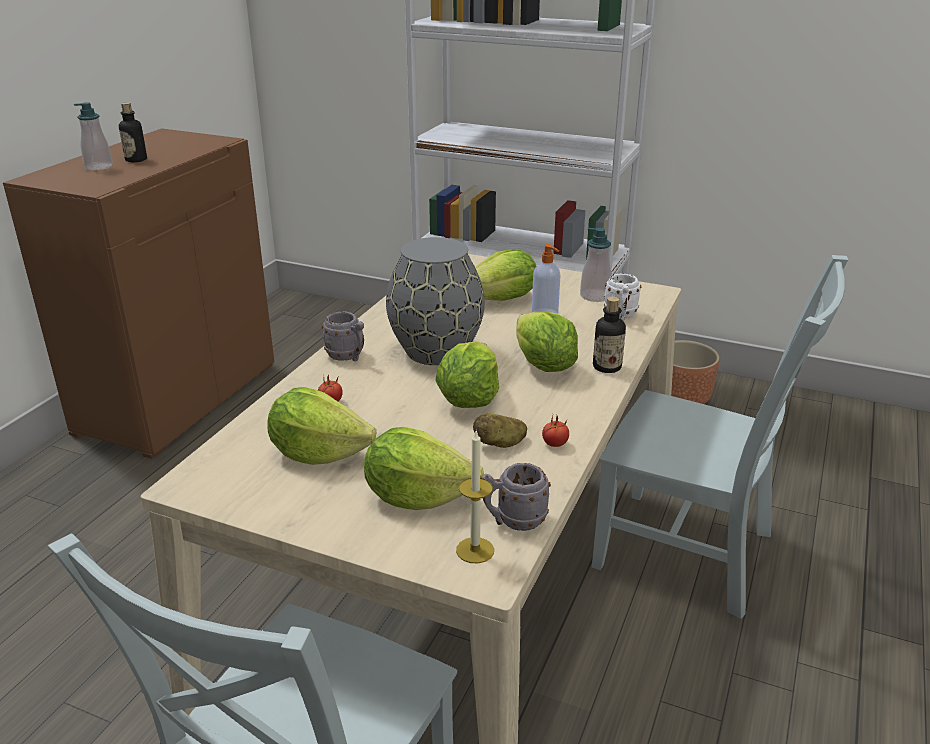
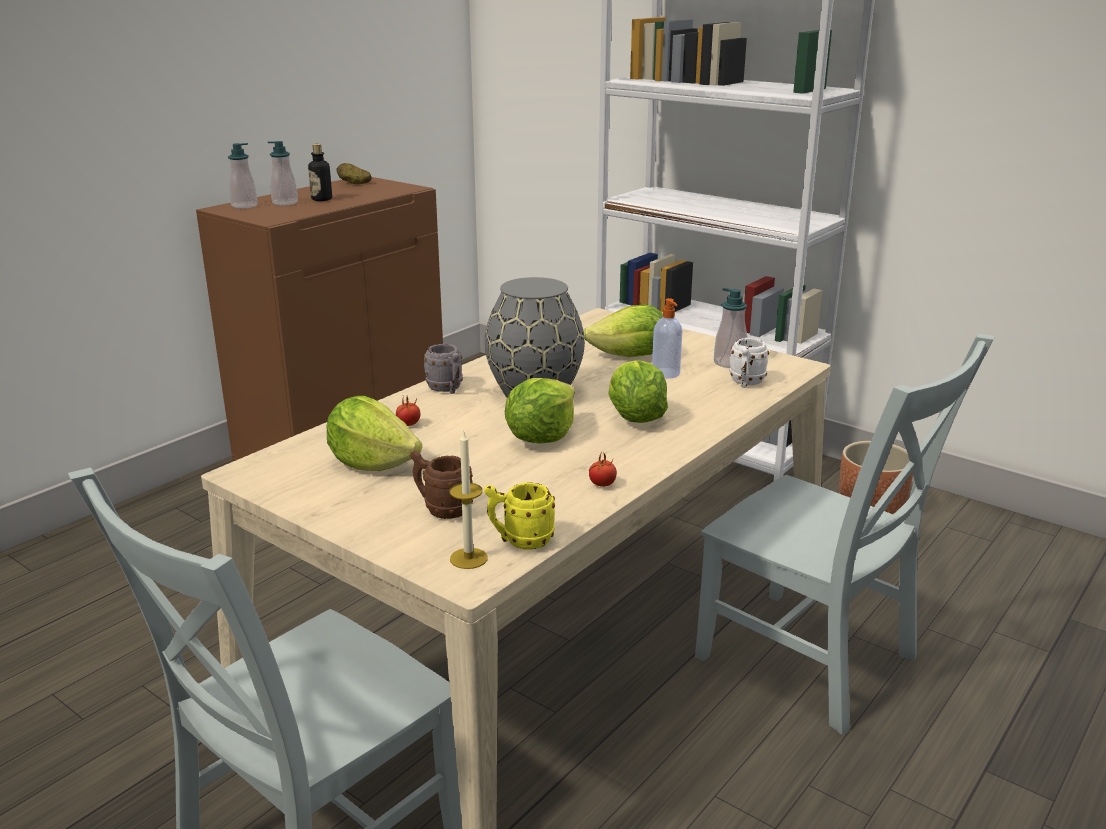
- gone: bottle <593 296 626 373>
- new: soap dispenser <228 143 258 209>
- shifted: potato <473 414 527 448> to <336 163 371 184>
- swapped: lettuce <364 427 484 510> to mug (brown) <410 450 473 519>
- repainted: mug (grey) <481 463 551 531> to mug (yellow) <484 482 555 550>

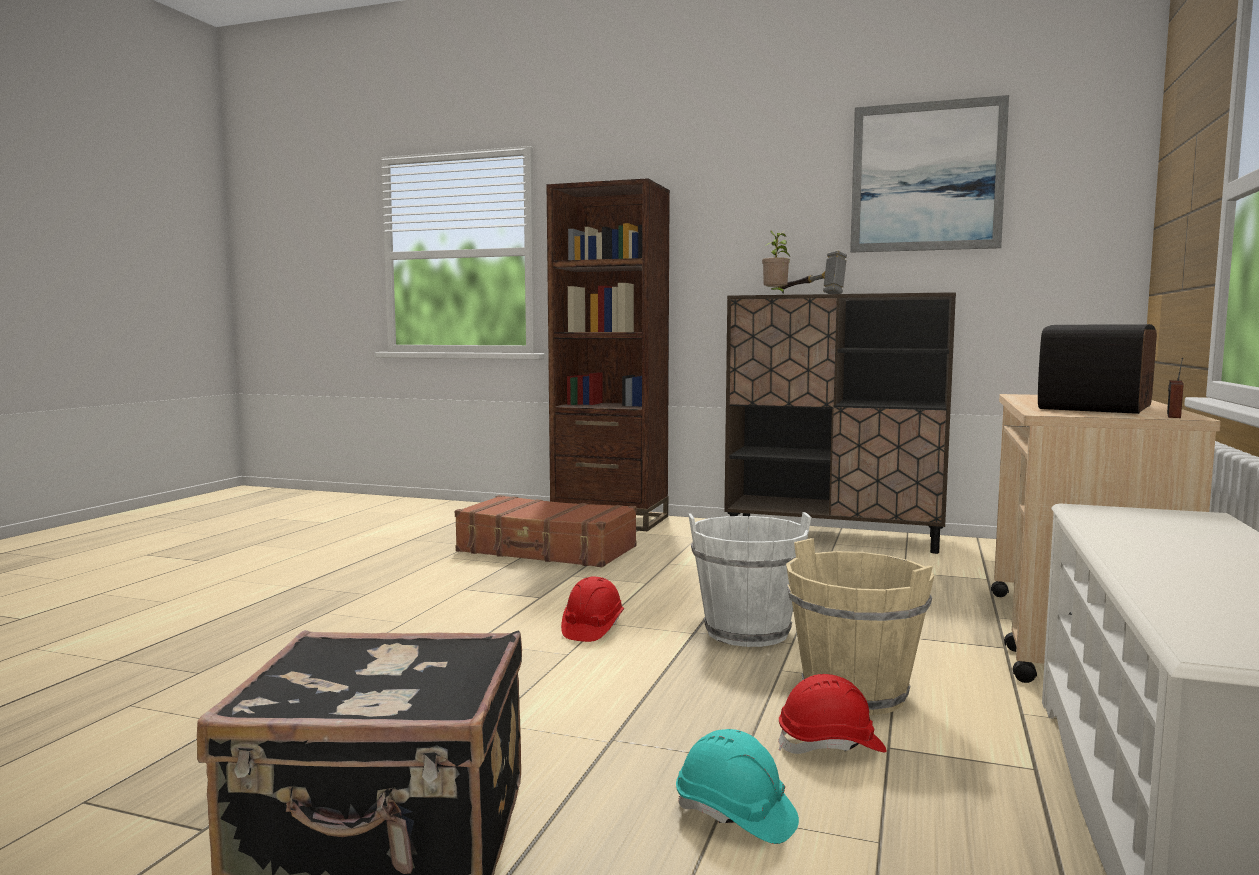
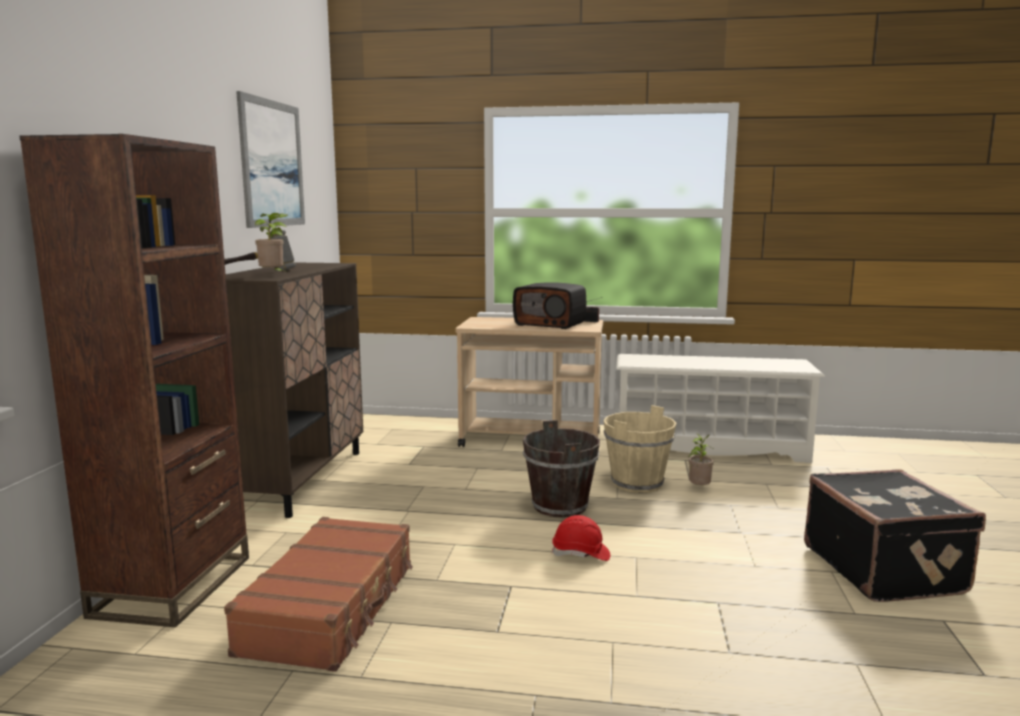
- gone: hard hat (turquoise) <676 729 799 844>
- swapped: hard hat (red) <778 674 886 754> to potted plant <688 433 714 485>
- repainted: bucket (white) <688 512 811 647> to bucket (brown) <523 420 600 518>

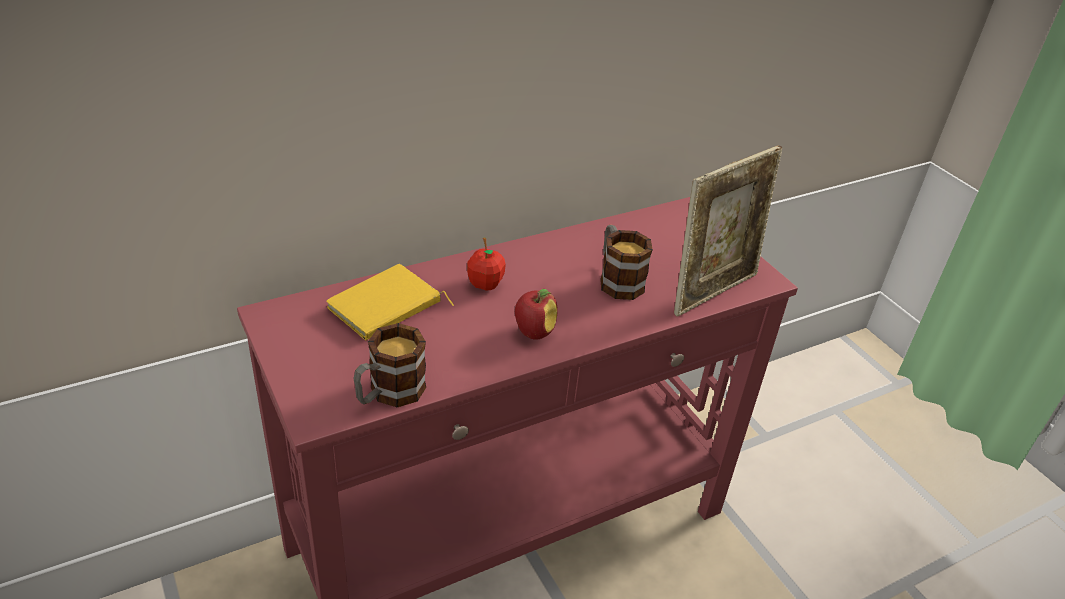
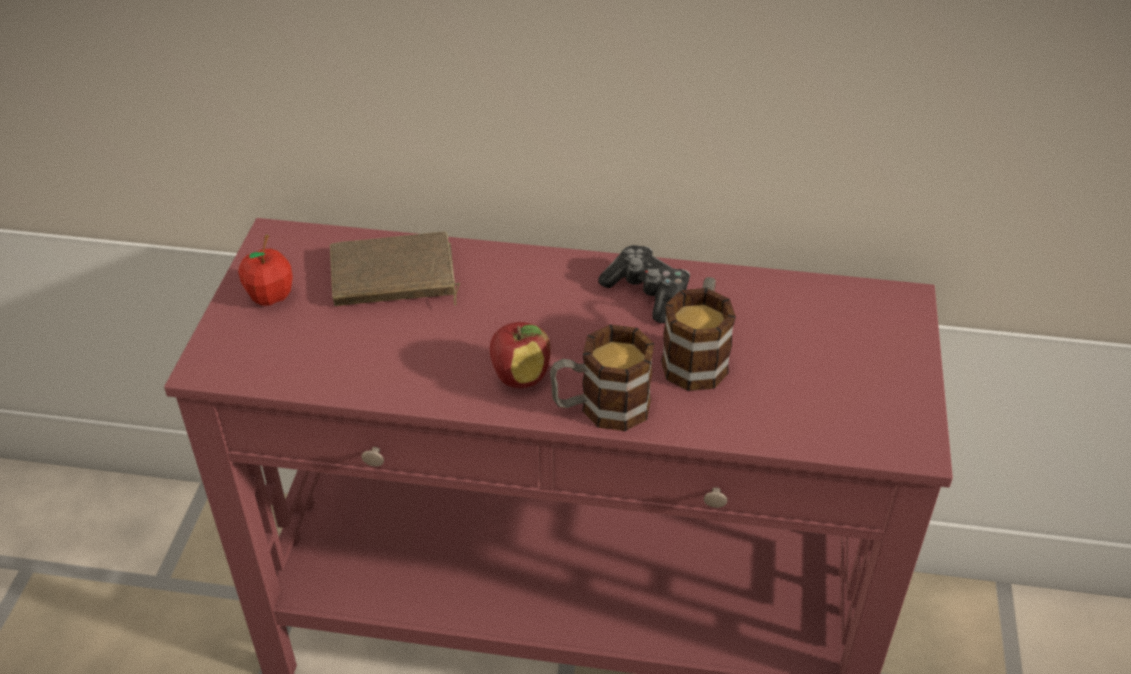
- gone: picture frame <674 145 782 317>
- new: game controller <598 245 690 323>
- shifted: mug <353 323 426 407> to <550 325 654 431>
- shifted: apple <467 237 506 291> to <238 235 293 306>
- repainted: book (yellow) <326 264 454 340> to book (brown) <330 231 460 306>

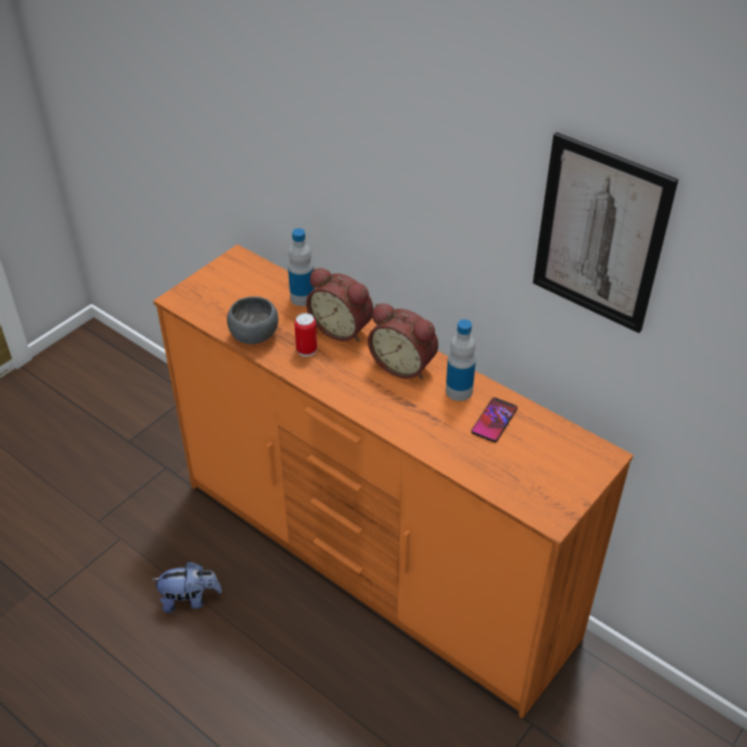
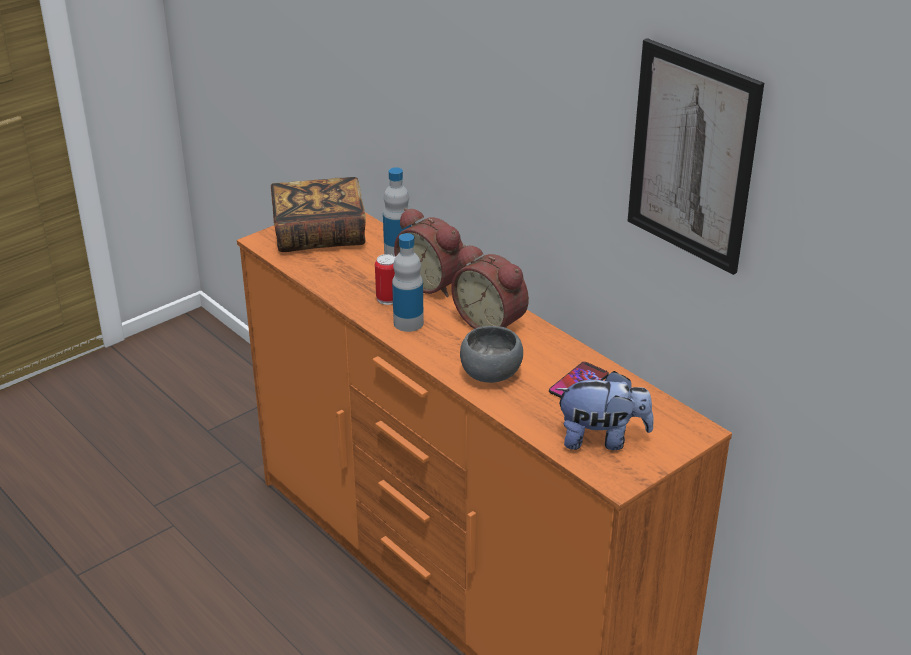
- new: book <271 177 366 252>
- shifted: plush toy <151 561 222 613> to <555 371 654 450>
- shifted: bowl (grey) <227 296 278 344> to <460 326 523 383>
- shifted: bottle <446 319 476 401> to <392 233 424 332>

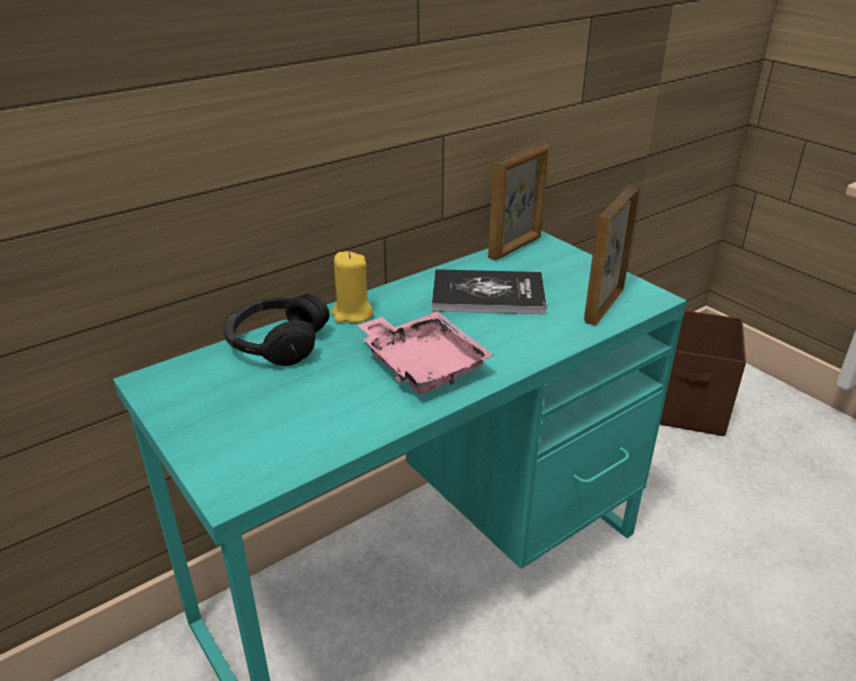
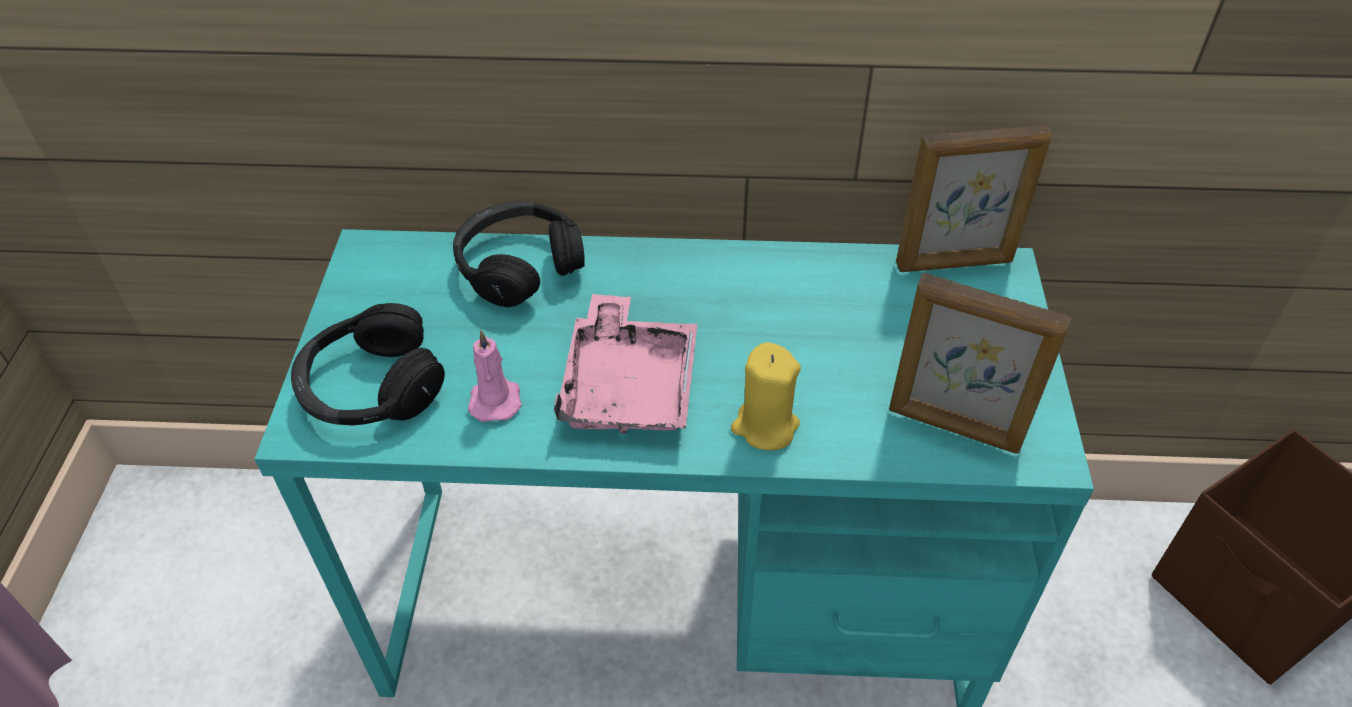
- gone: book <432 269 547 314>
- new: headphones (black) <291 303 445 425>
- new: candle (pink) <468 330 522 422>
- shifted: candle (yellow) <332 252 373 323> to <731 342 801 450>
- rotated: picture frame <584 186 640 325> = <889 273 1071 454> 135 degrees counterclockwise

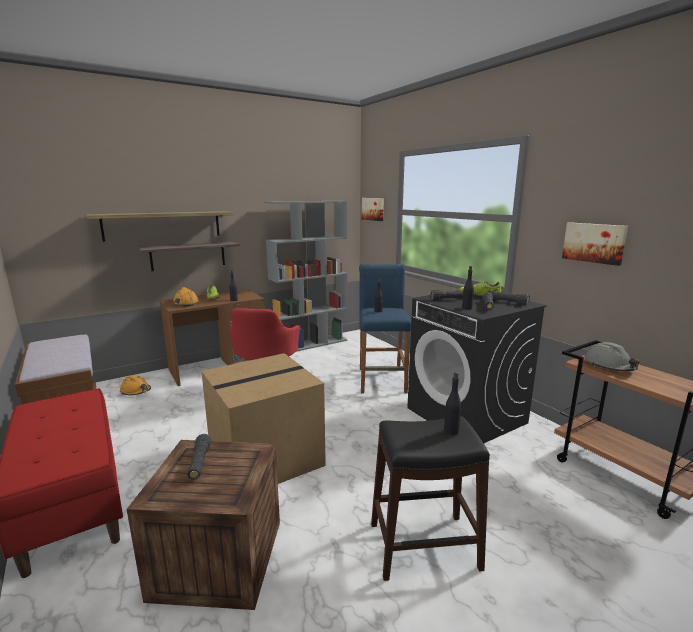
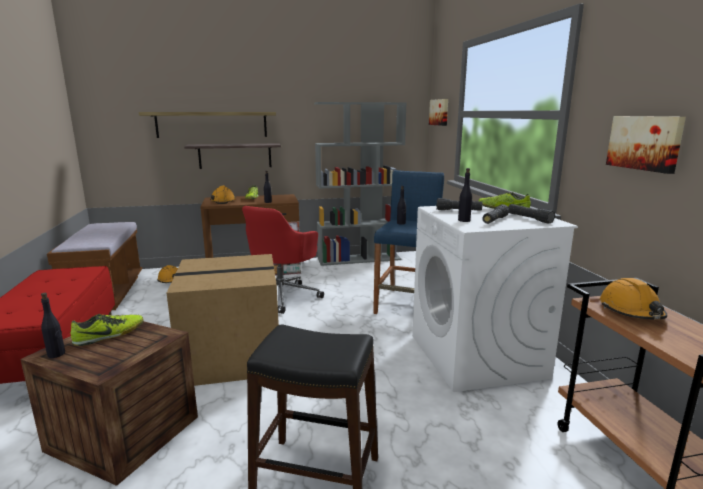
- shifted: bottle (black) <444 372 461 435> to <41 293 65 358>
- swapped: flashlight (black) <187 434 211 480> to shoe <71 313 144 346>
- repainted: washing machine (black) <407 290 547 443> to washing machine (white) <412 206 578 392>
- repainted: hard hat (grey) <584 342 640 371> to hard hat (orange) <600 278 667 319>

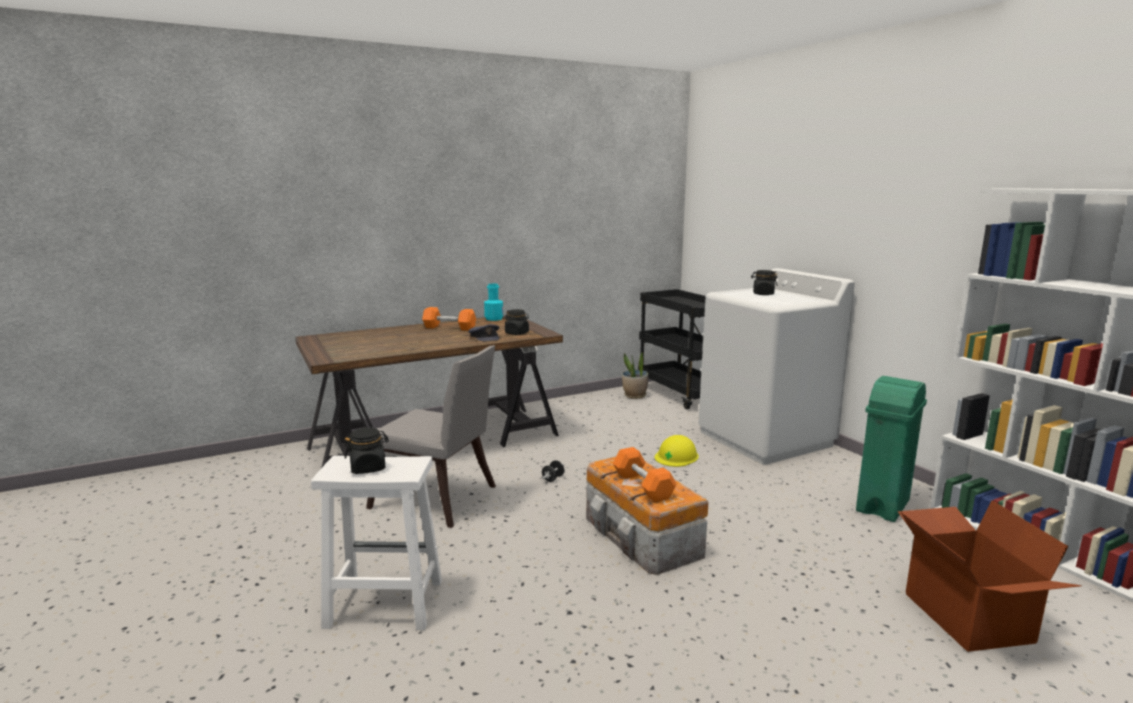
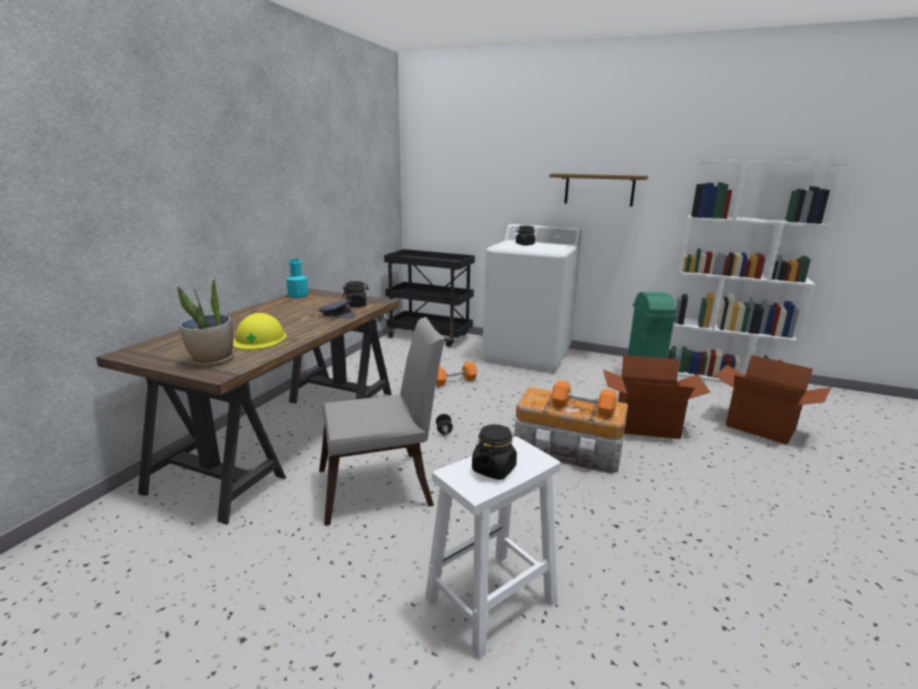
- new: shelf <550 173 648 206>
- new: cardboard box <603 355 710 439>
- shifted: dumbbell (orange) <422 307 476 331> to <436 361 477 386>
- shifted: potted plant <622 351 648 399> to <177 278 233 366>
- shifted: hard hat (yellow) <655 435 699 467> to <233 313 287 350>

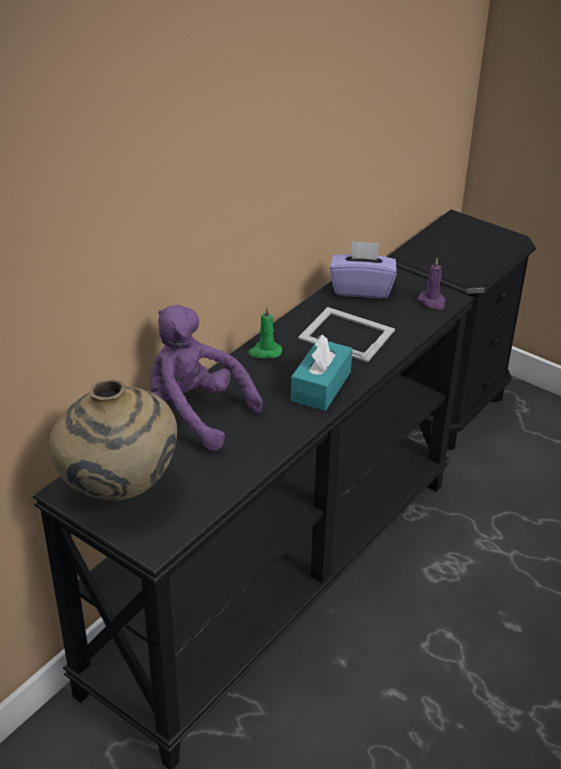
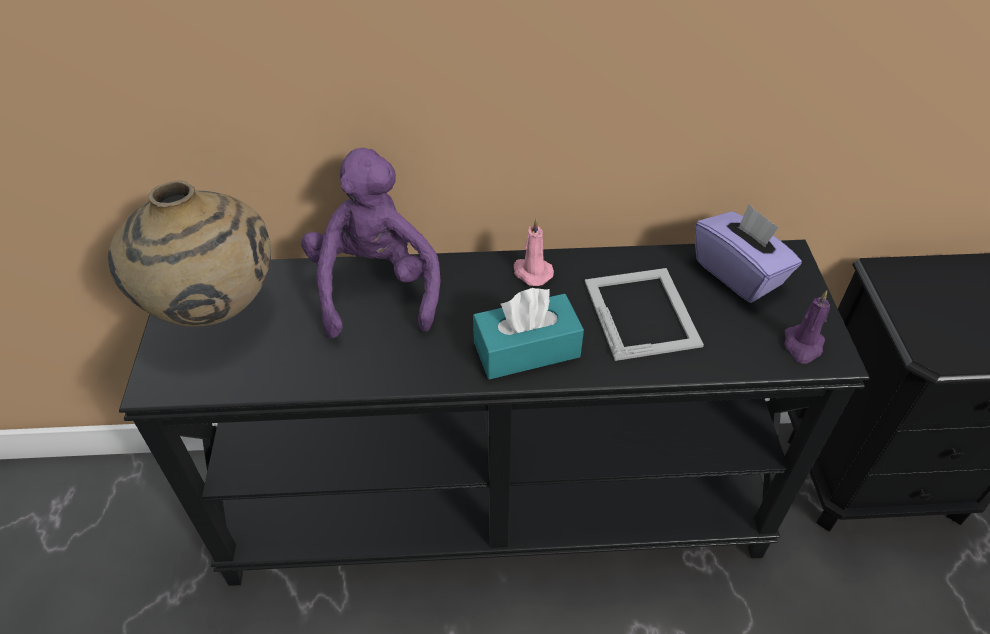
- repainted: candle (green) <248 307 282 359> to candle (pink) <514 219 554 286>

